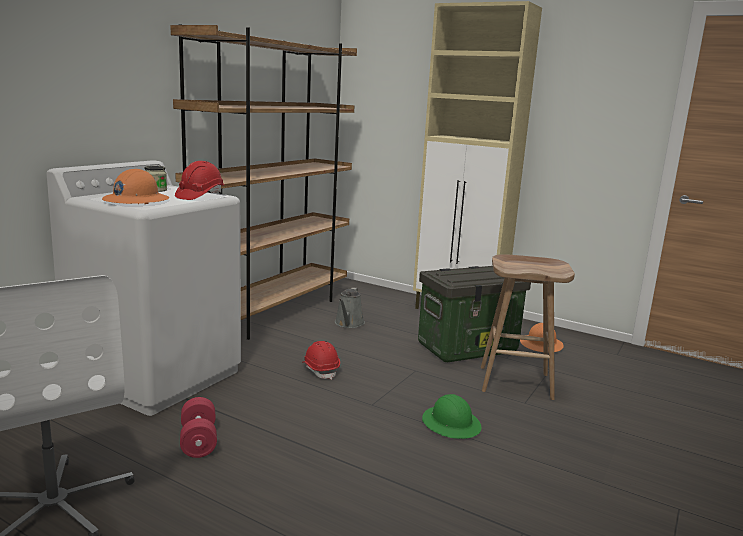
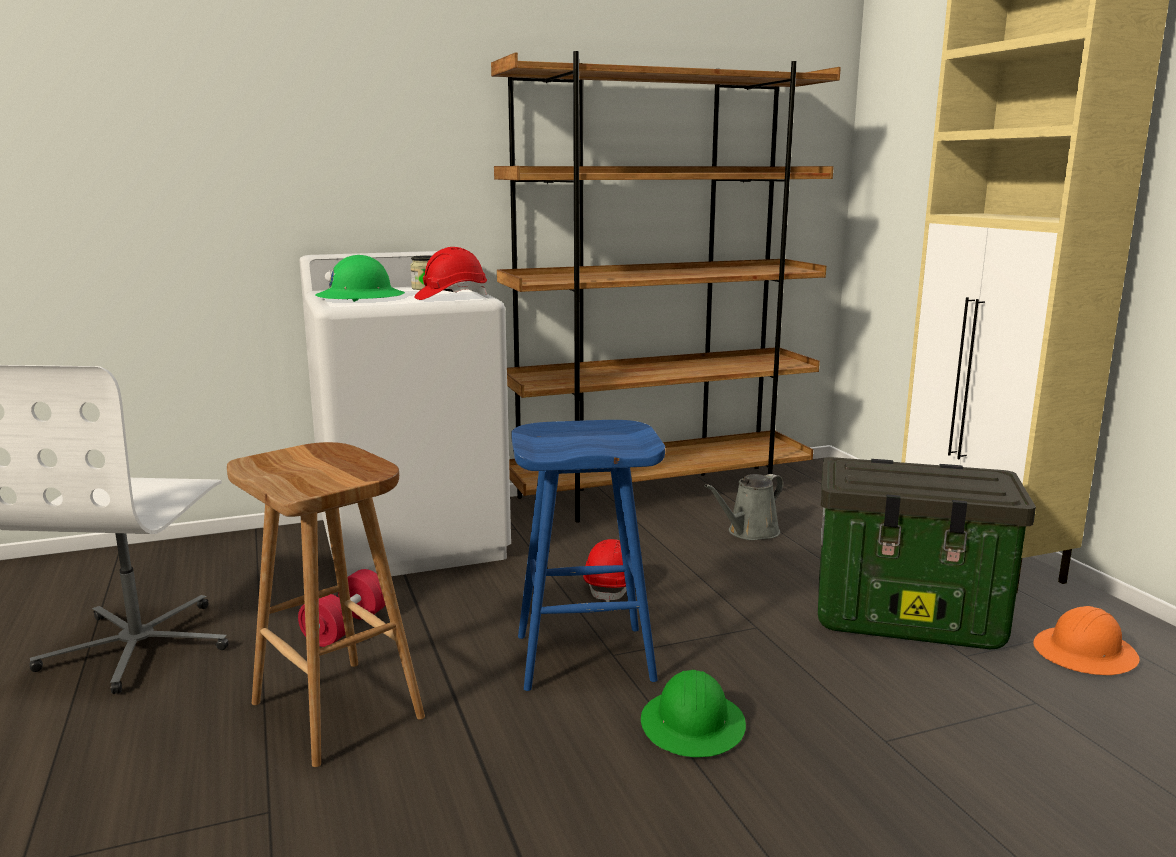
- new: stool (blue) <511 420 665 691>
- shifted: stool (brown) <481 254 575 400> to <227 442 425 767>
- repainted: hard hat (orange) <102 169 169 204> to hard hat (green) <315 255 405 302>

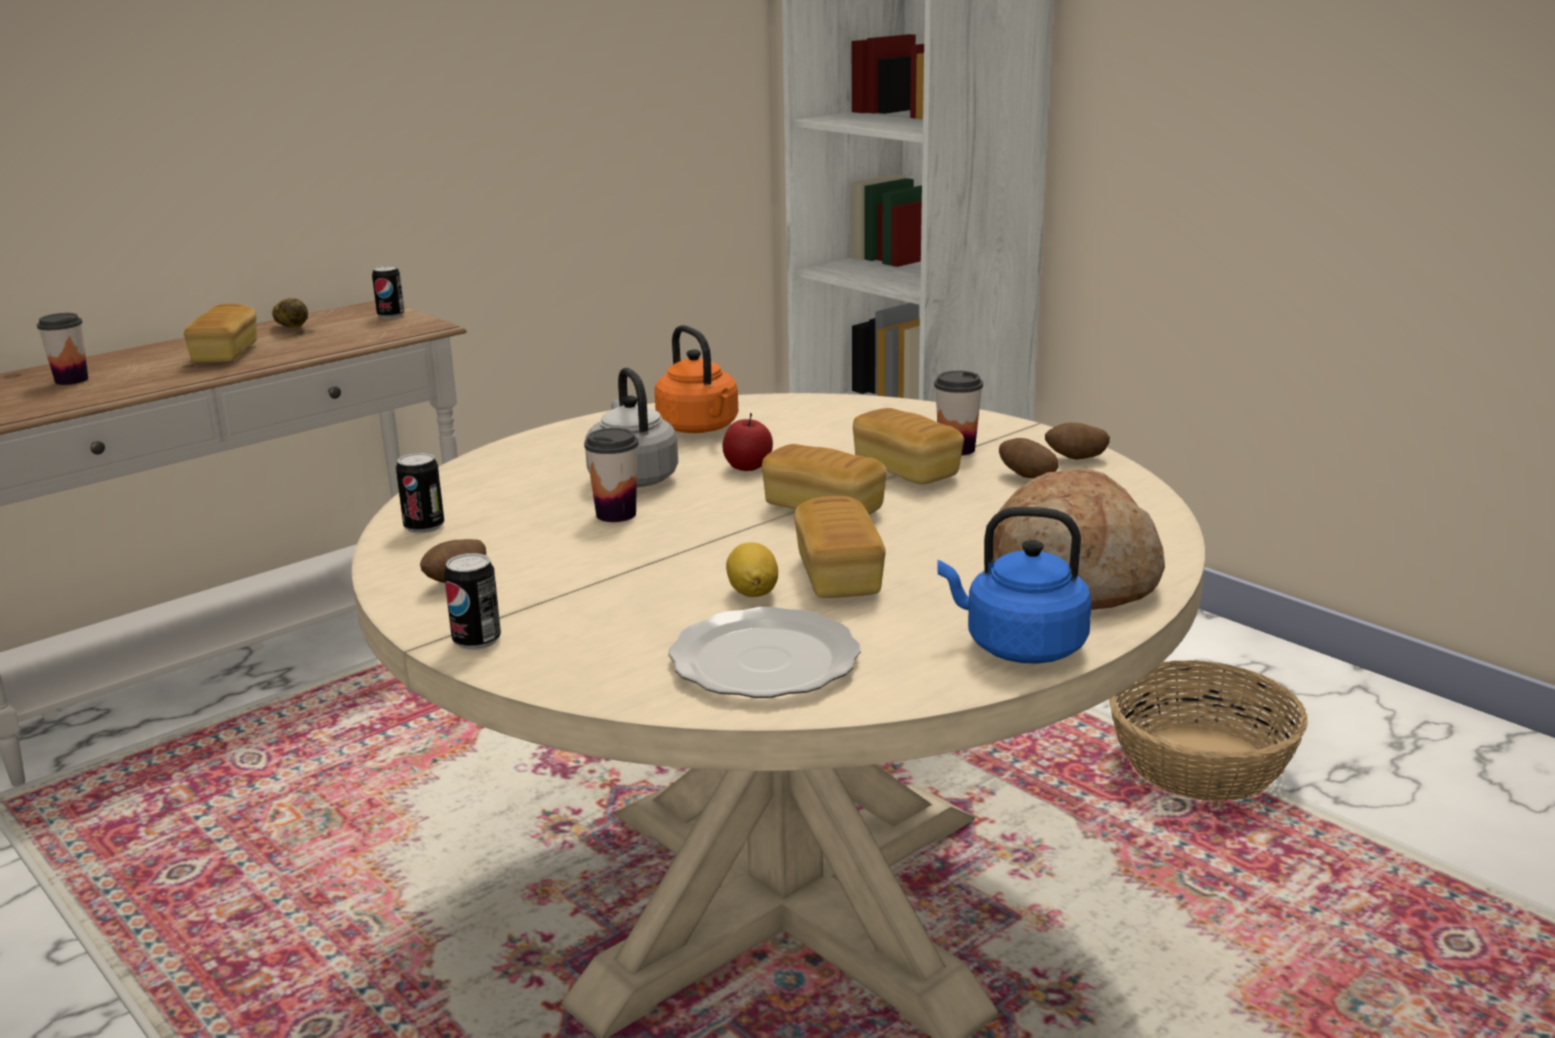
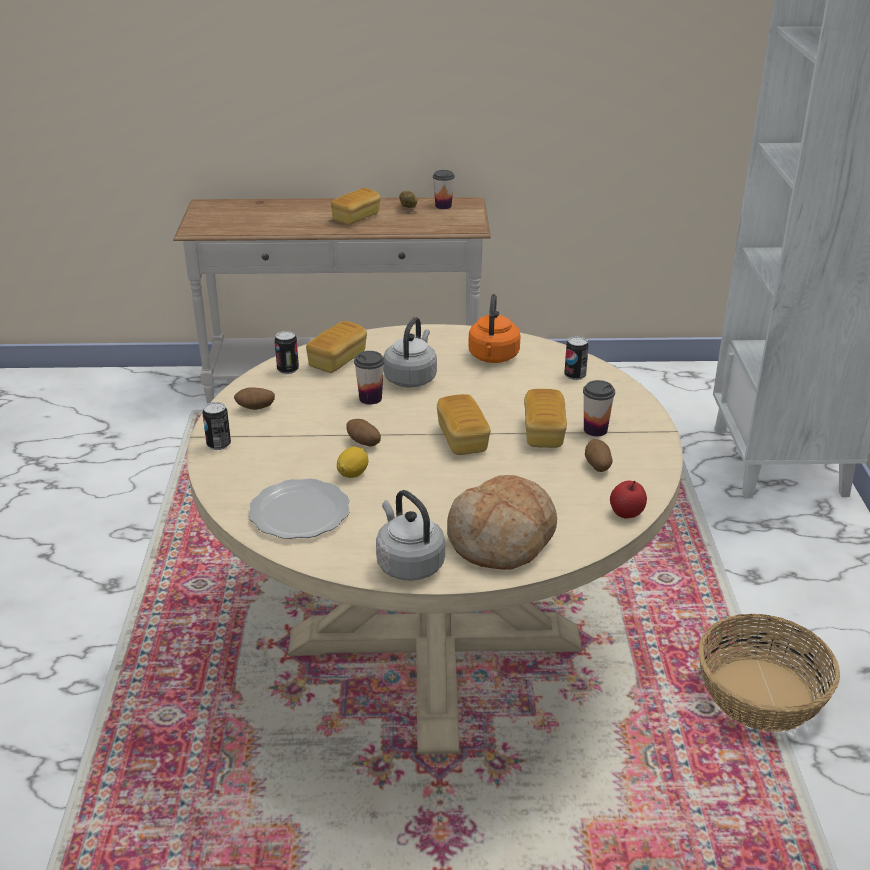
- shifted: cup <37 313 88 385> to <433 170 455 209>
- shifted: can <372 265 404 319> to <564 336 589 380>
- shifted: apple <722 413 773 471> to <610 480 647 518>
- shifted: bread <794 496 886 598> to <306 321 367 373>
- shifted: potato <1045 423 1110 460> to <346 419 381 447>
- repainted: kettle (blue) <937 507 1092 664> to kettle (grey) <376 490 445 581>

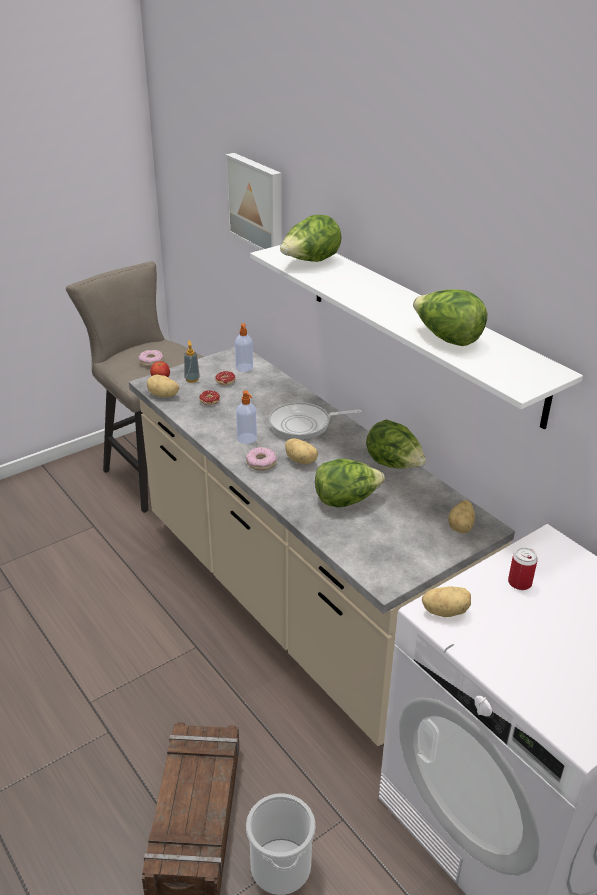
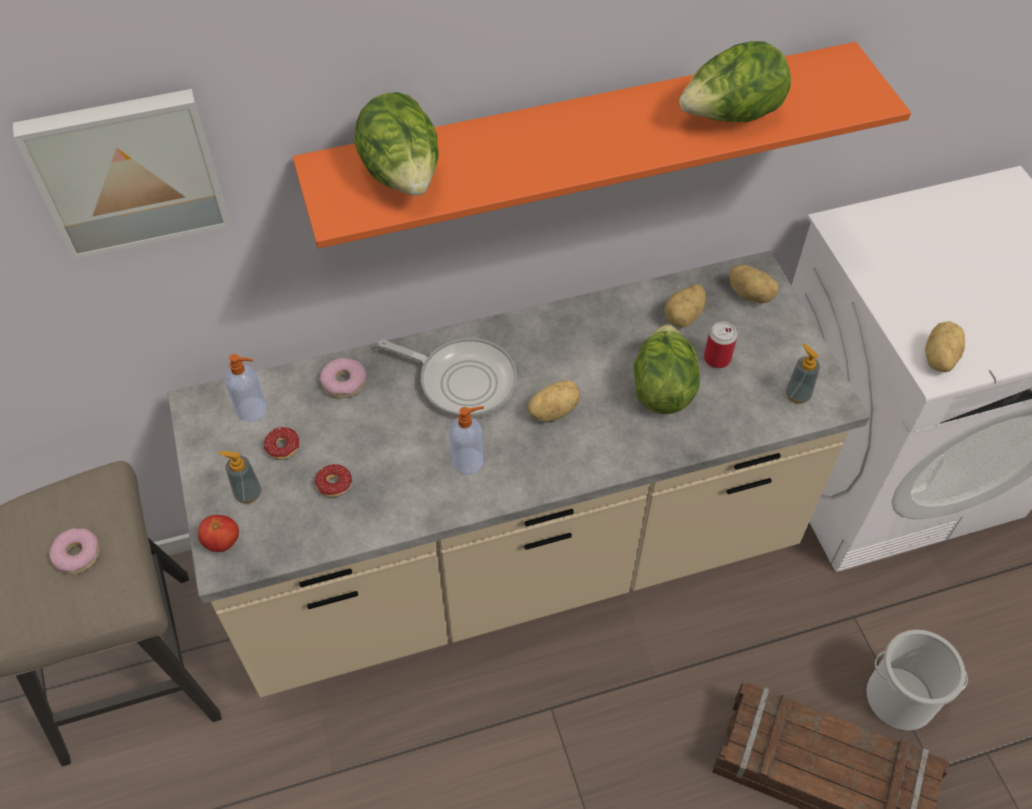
- gone: lettuce <366 420 426 468>
- new: soap dispenser <786 343 820 404>
- shifted: potato <147 375 179 397> to <664 284 706 328>
- shifted: donut <246 447 277 470> to <320 358 366 398>
- shifted: can <508 547 538 590> to <704 321 737 368>
- repainted: shelf (white) <250 245 583 430> to shelf (orange) <293 42 911 248>
- rotated: frying pan <269 402 361 440> = <378 338 517 418> 75 degrees counterclockwise

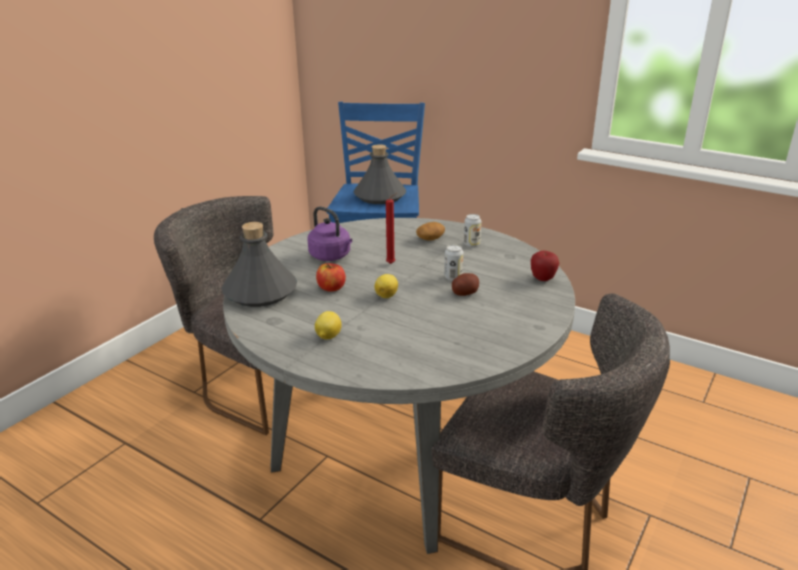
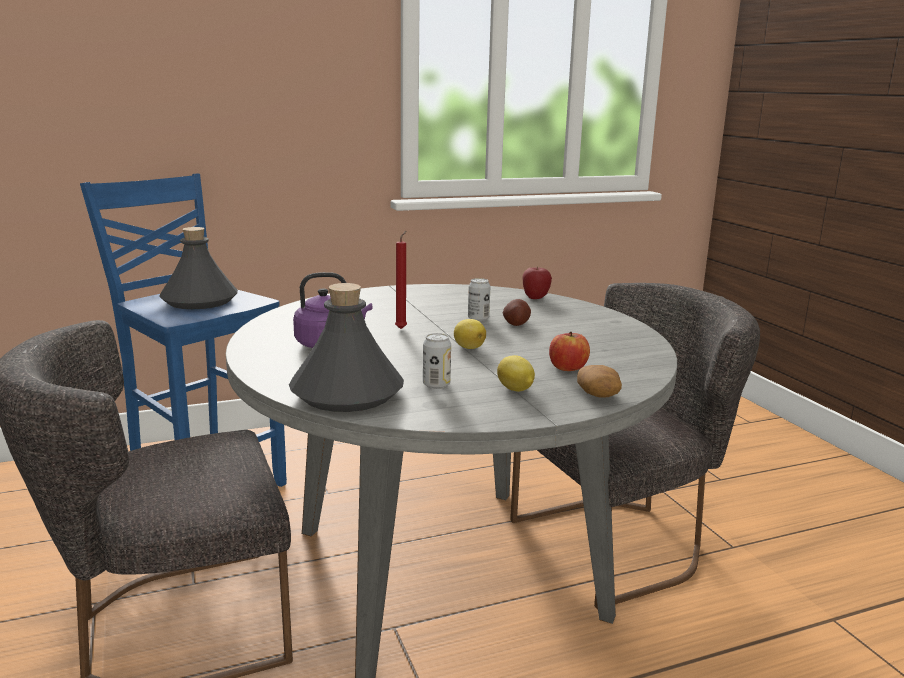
- shifted: apple <316 263 346 292> to <549 332 590 371>
- shifted: potato <416 222 445 241> to <577 365 622 398>
- shifted: can <464 214 481 247> to <423 333 451 389>

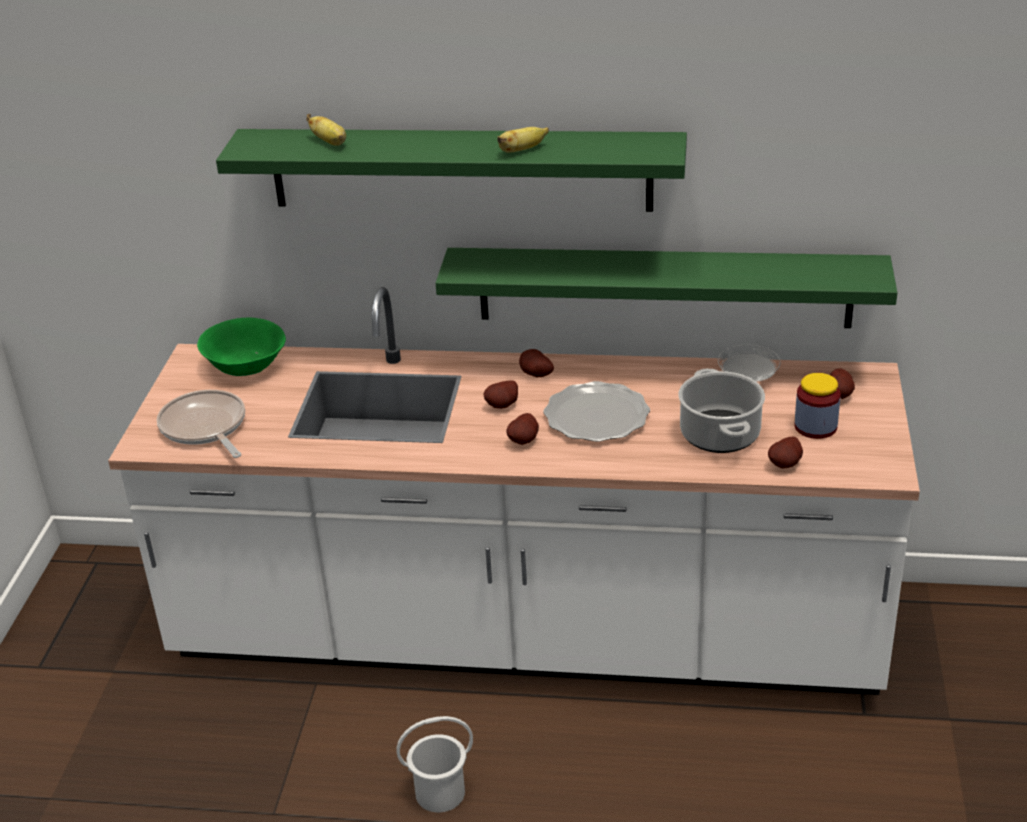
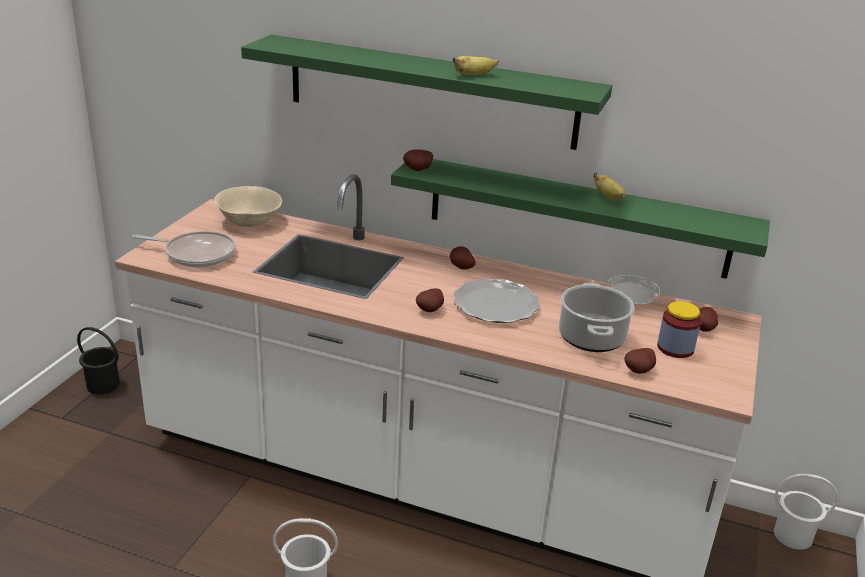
- new: bucket (black) <77 327 120 394>
- new: bucket (white) <774 474 838 550>
- shifted: banana <306 114 346 146> to <593 172 625 201>
- shifted: potato <483 380 518 409> to <403 149 433 171>
- repainted: bowl (green) <197 318 286 376> to bowl (beige) <214 186 282 227>
- rotated: frying pan <157 390 245 458> = <132 231 236 267> 120 degrees clockwise

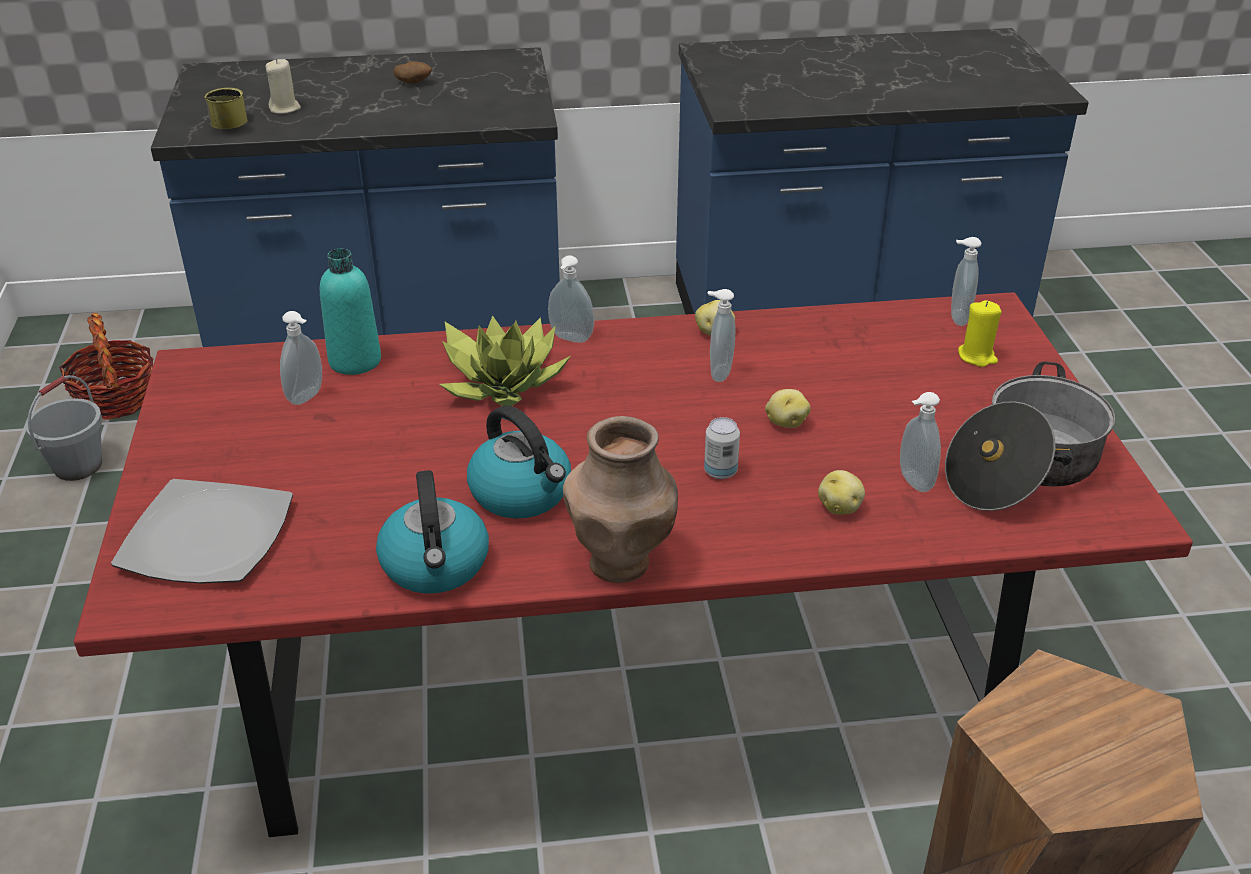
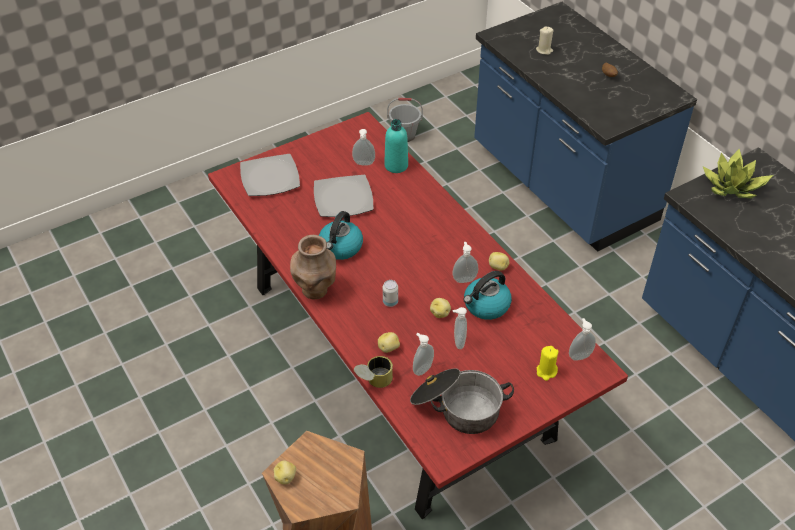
- gone: basket <59 313 154 420>
- new: potato <273 461 296 484>
- new: plate <314 175 374 217>
- shifted: can <205 88 248 129> to <354 356 393 388>
- shifted: kettle <376 470 489 594> to <463 271 512 320>
- shifted: potted plant <439 315 570 406> to <703 149 773 198>
- shifted: soap dispenser <548 255 594 343> to <453 307 467 349>

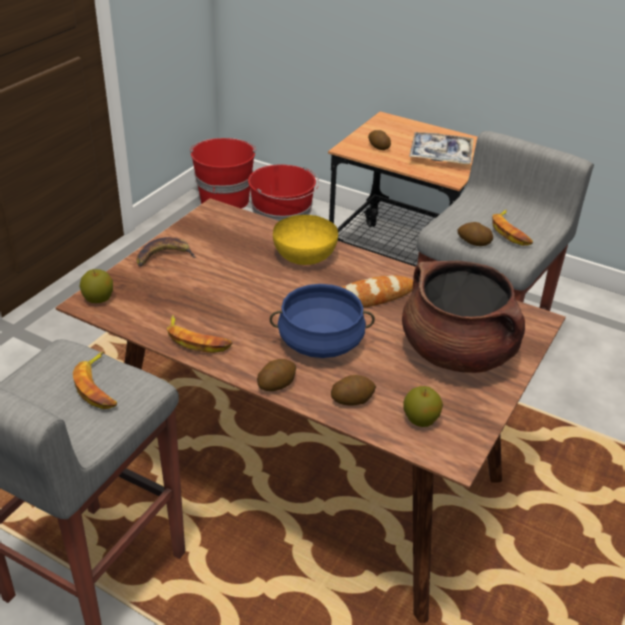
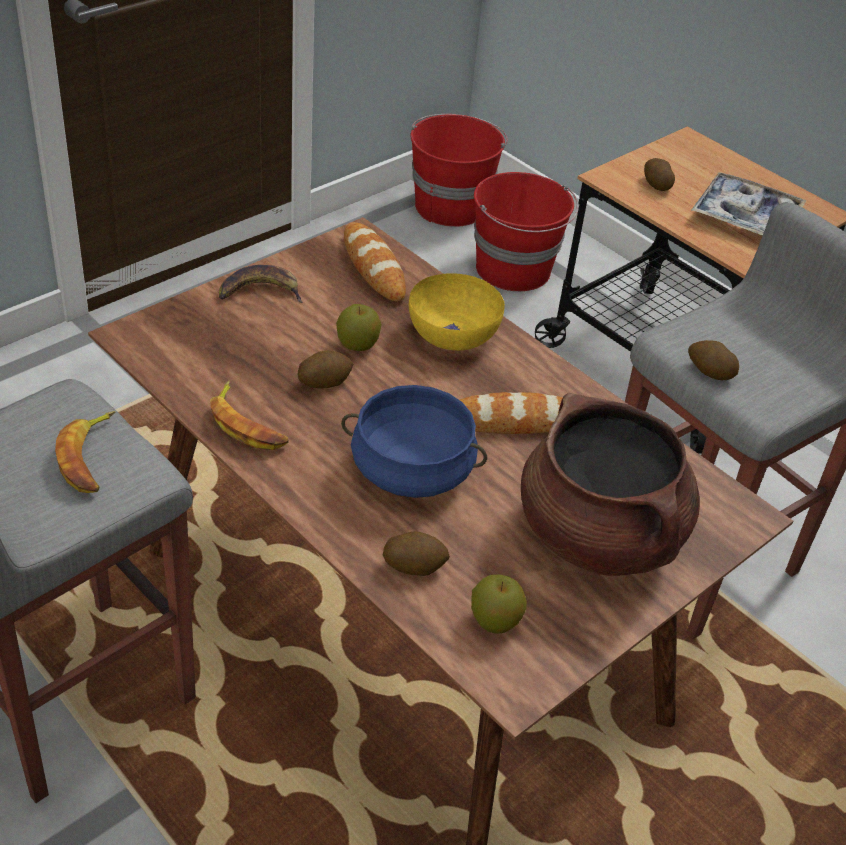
- gone: banana <492 210 533 246>
- new: bread <344 222 406 302>
- shifted: apple <79 269 113 303> to <336 304 382 351>
- shifted: potato <257 359 296 391> to <298 350 353 389>

